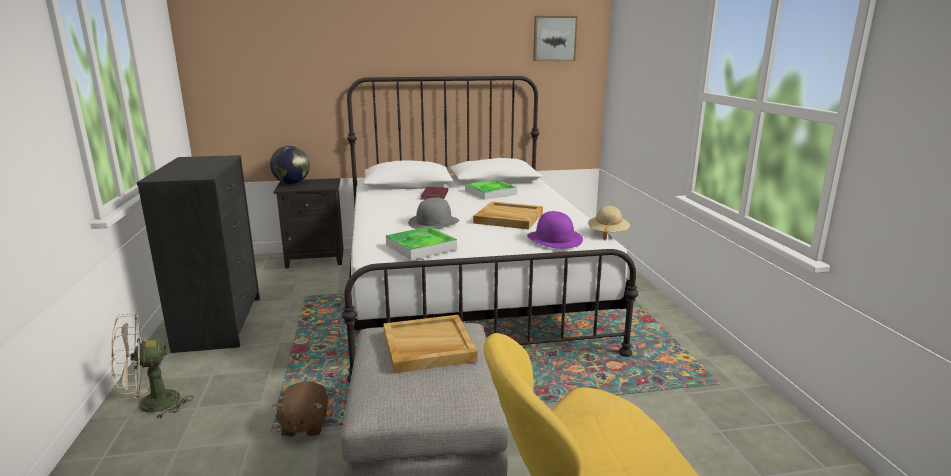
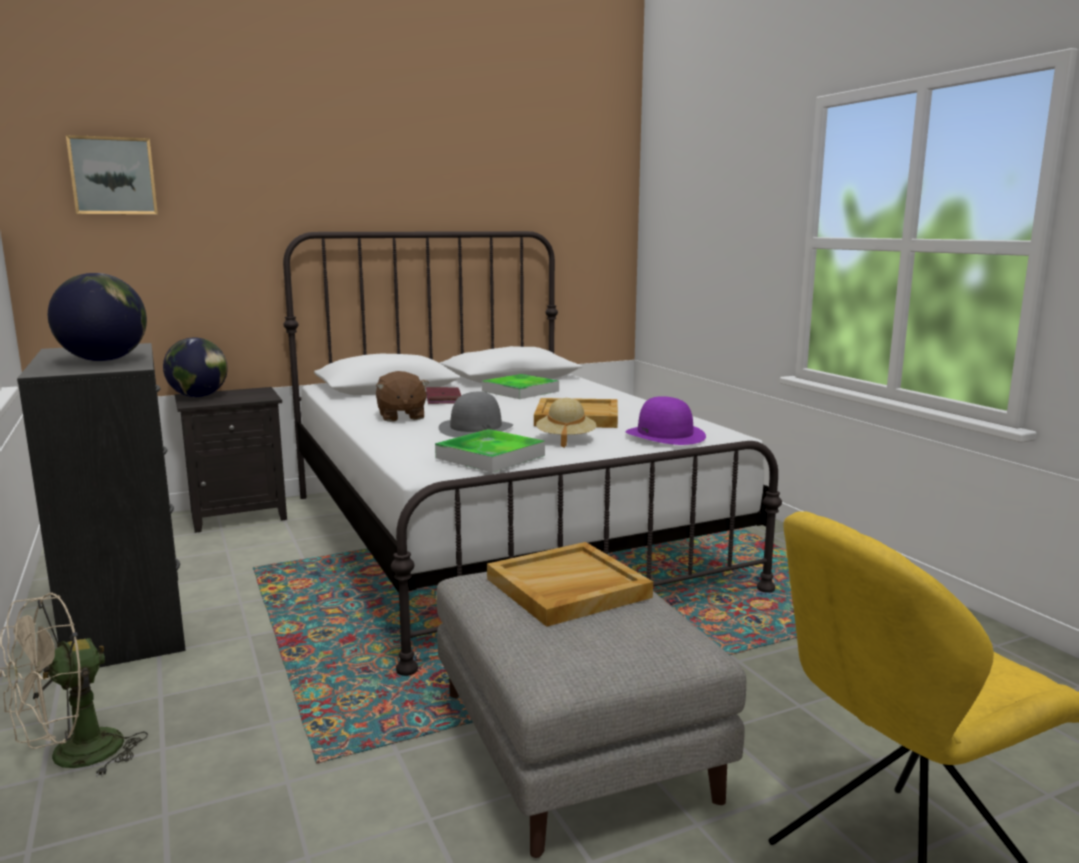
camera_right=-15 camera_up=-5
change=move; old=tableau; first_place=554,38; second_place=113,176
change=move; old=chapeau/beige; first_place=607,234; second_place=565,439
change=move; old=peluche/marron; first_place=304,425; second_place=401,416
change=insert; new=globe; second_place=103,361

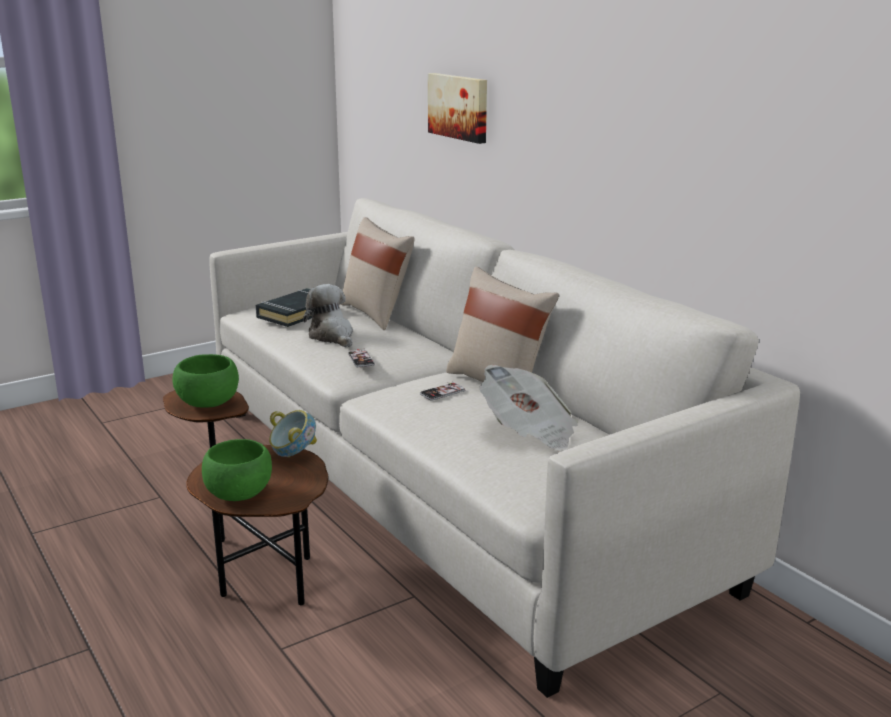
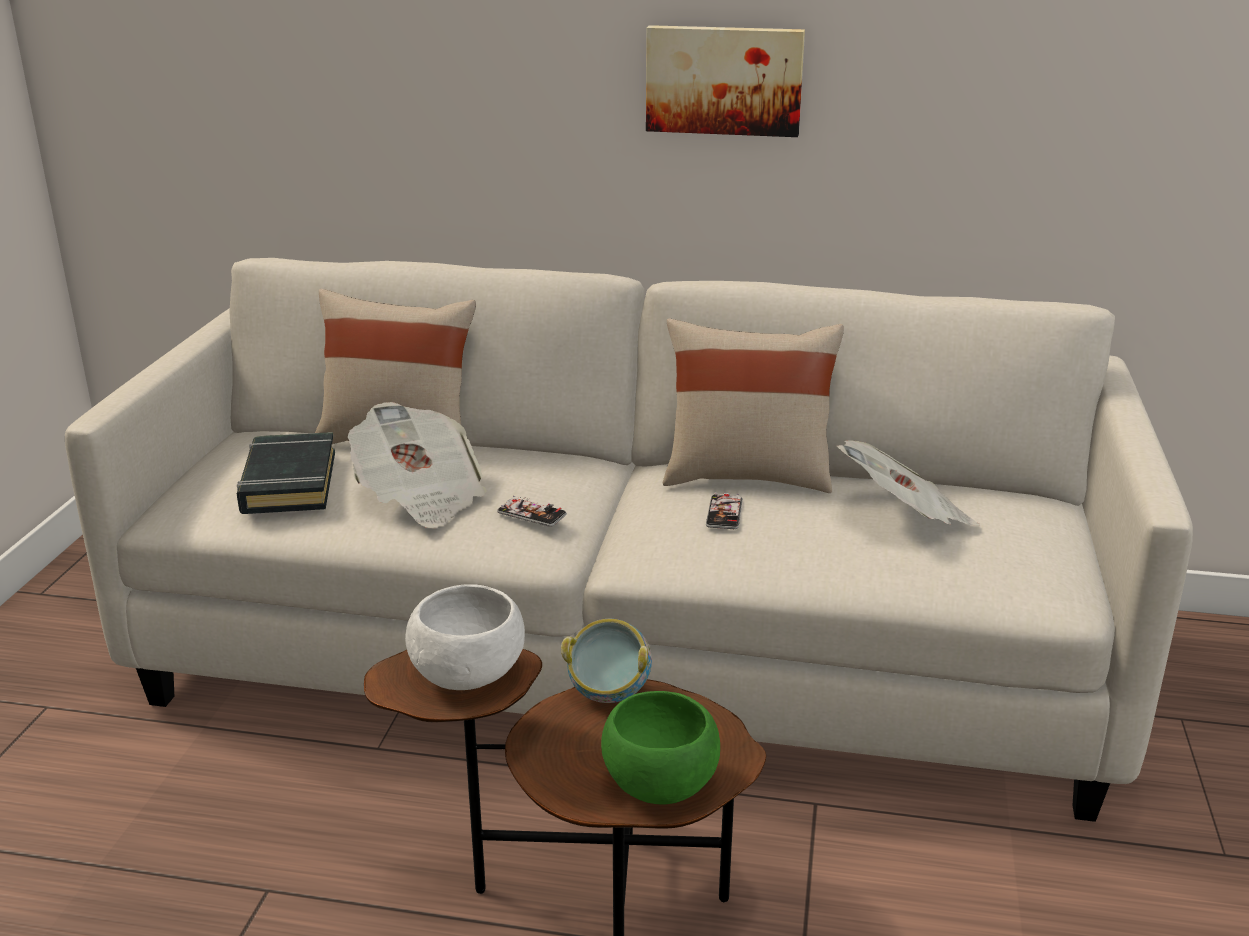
camera_right=-45 camera_up=5
change=move; old=tableau; first_place=459,107; second_place=724,80
change=replace; old=peluche; new=journal; first_place=332,336; second_place=420,497
change=recolor; old=bol/vert; new=bol/blanc; first_place=208,404; second_place=467,676

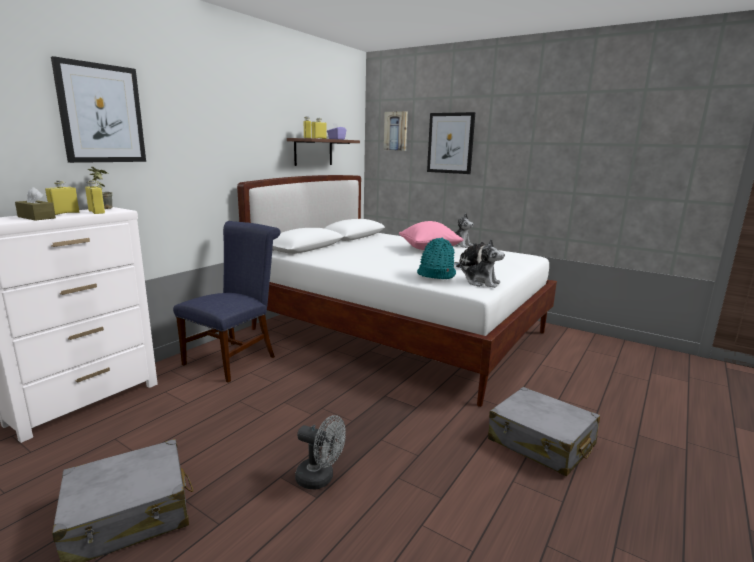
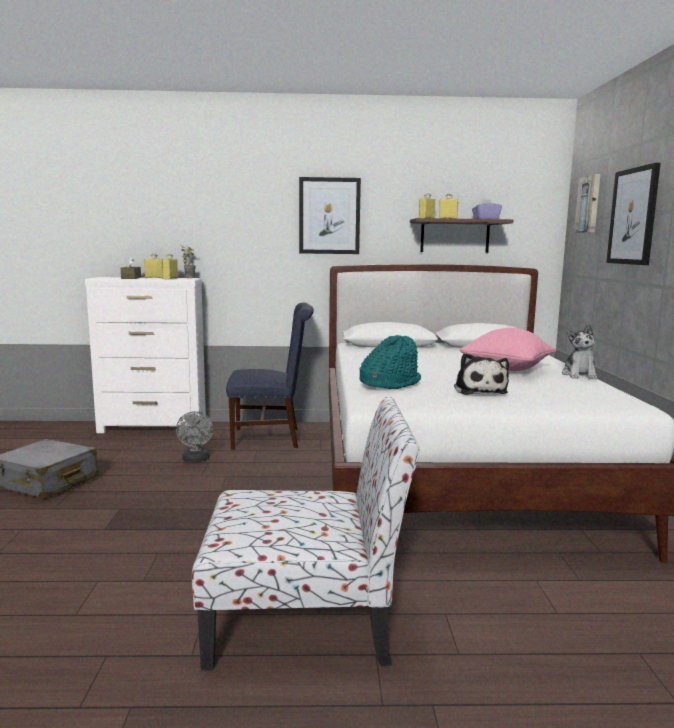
camera_right=55 camera_up=-5
change=move; old=tableau; first_place=101,114; second_place=329,216
change=delete; old=peluche; first_place=481,283
change=replace; old=valise/gris; new=chaise; first_place=541,443; second_place=305,619
change=move; old=ventilateur/gris; first_place=320,479; second_place=196,460

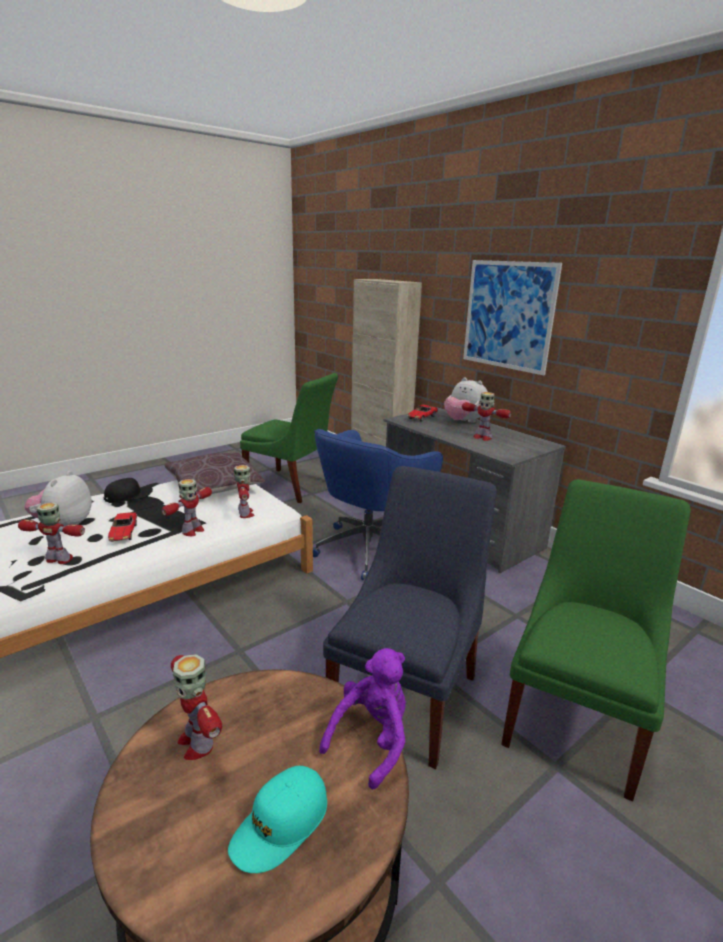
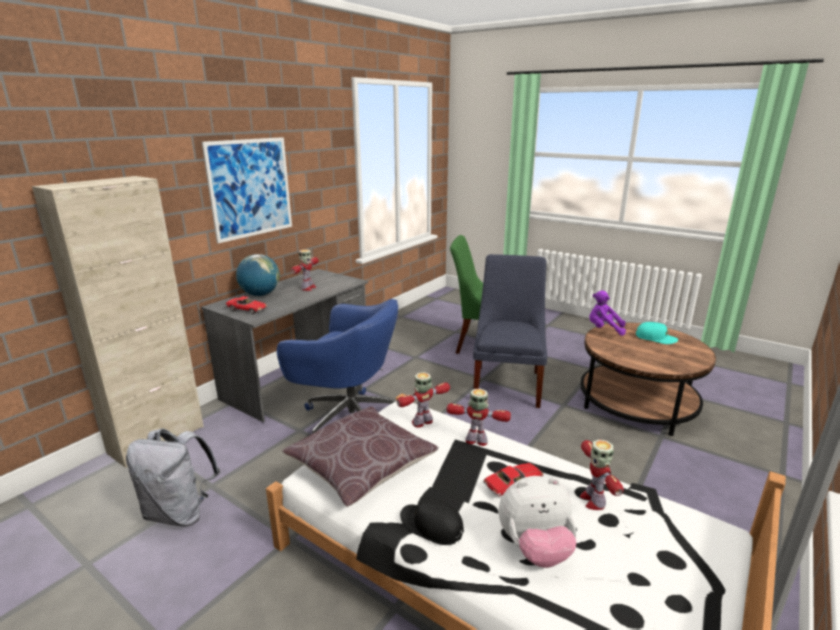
camera_right=-105 camera_up=0
change=replace; old=chaise/vert; new=sac à dos/gris; first_place=291,486; second_place=180,512
change=replace; old=peluche; new=globe; first_place=464,422; second_place=260,295
change=rotate; old=chaise/bleu; first_place=408,693; second_place=507,384; degrees=90
change=delete; old=robot jouet; first_place=196,742

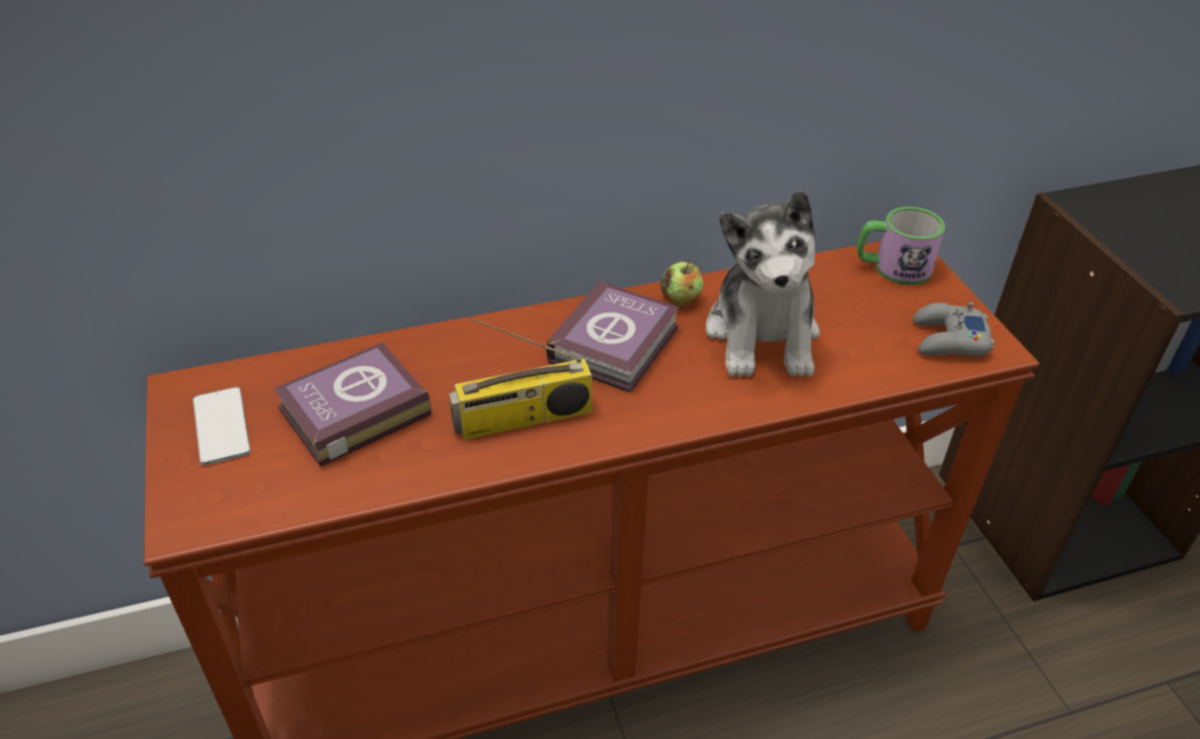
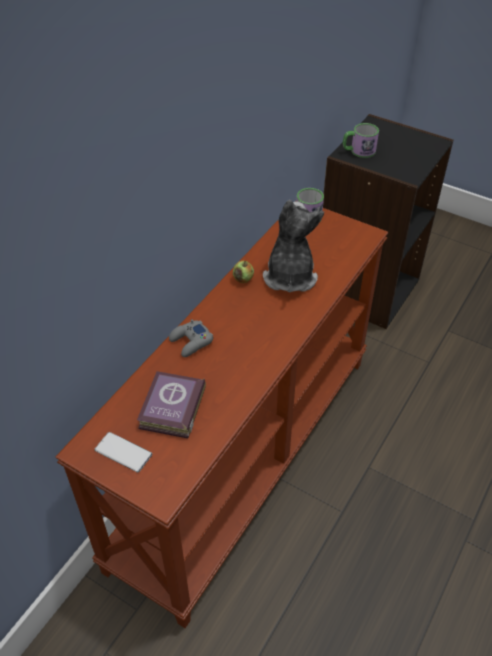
camera_right=-40 camera_up=5
change=rotate; old=peluche; first_place=763,335; second_place=289,276; degrees=-135
change=delete; old=livre; first_place=617,343
change=move; old=manette/gris; first_place=948,340; second_place=191,342
change=delete; old=radio; first_place=522,419
change=insert; new=mug; second_place=358,151

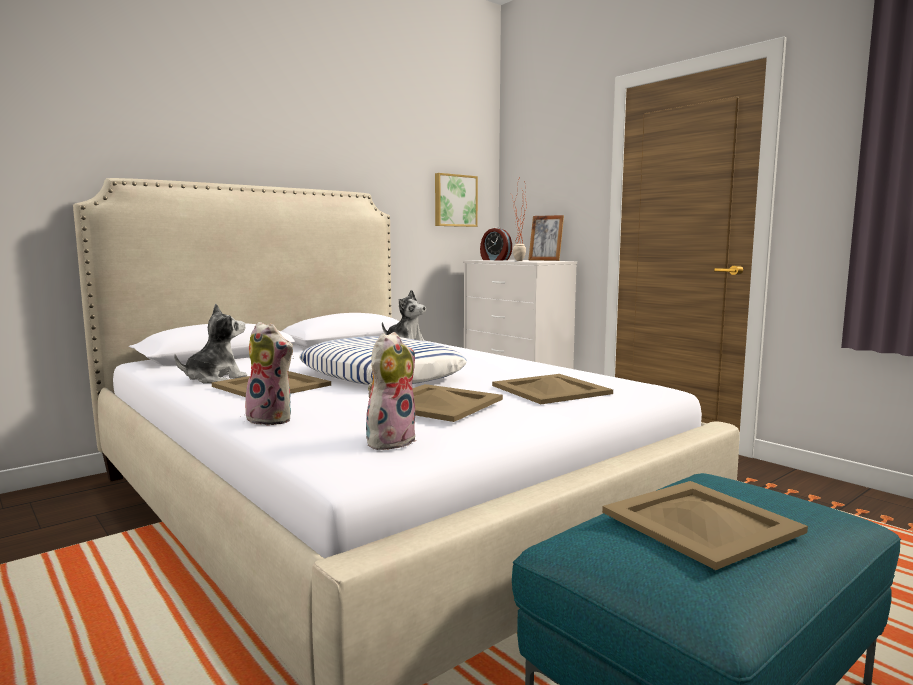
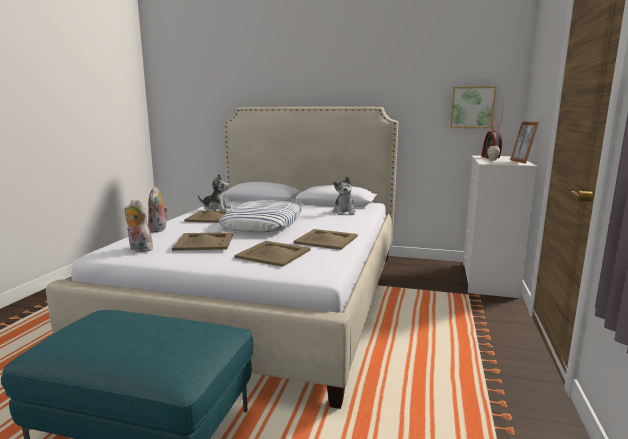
camera_right=55 camera_up=5
change=rotate; old=peluche; first_place=390,441; second_place=139,249; degrees=-150
change=move; old=plateau/beige; first_place=700,521; second_place=327,239

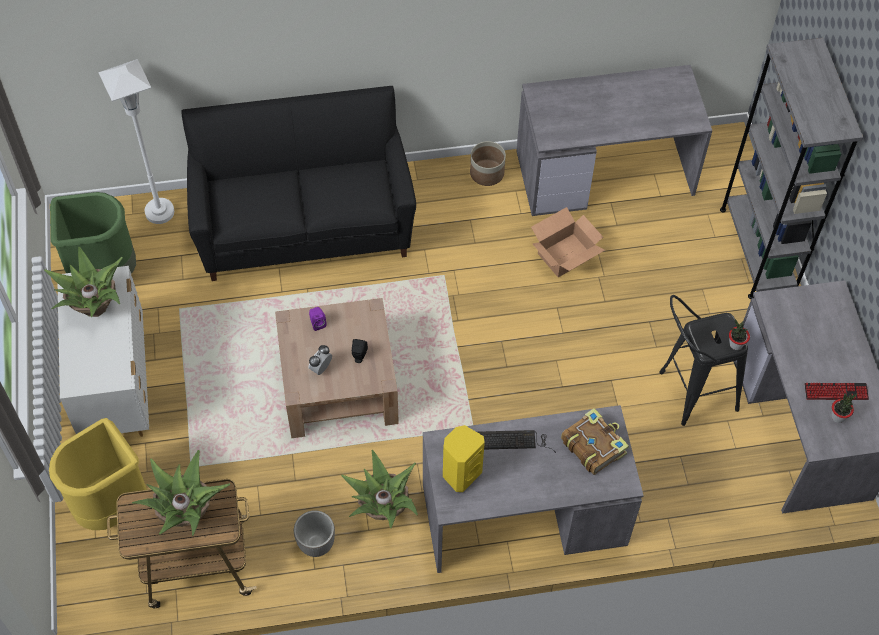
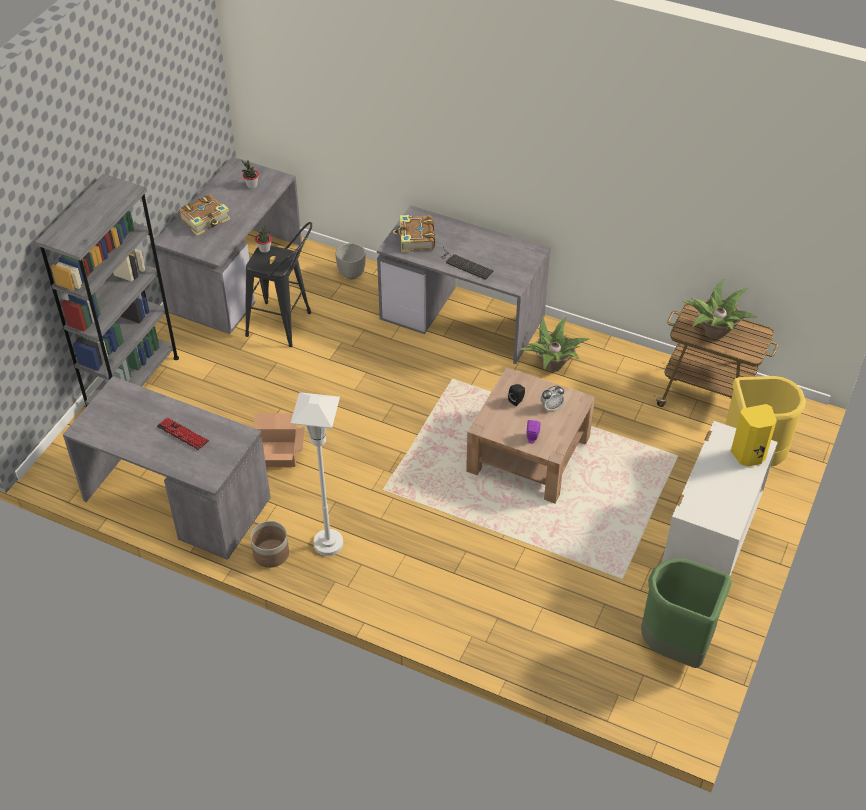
camera_right=-145 camera_up=-10
change=move; old=lampadaire/blanc; first_place=160,212; second_place=328,543
change=delete; old=canapé/noir; first_place=304,225
change=delete; old=plante en pot; first_place=94,305
change=move; old=clavier; first_place=836,392; second_place=183,434
change=move; old=enceinte/jaune; first_place=460,473; second_place=748,456
change=move; old=cache-pot; first_place=316,544; second_place=351,274
change=insert; new=livre; second_place=206,220

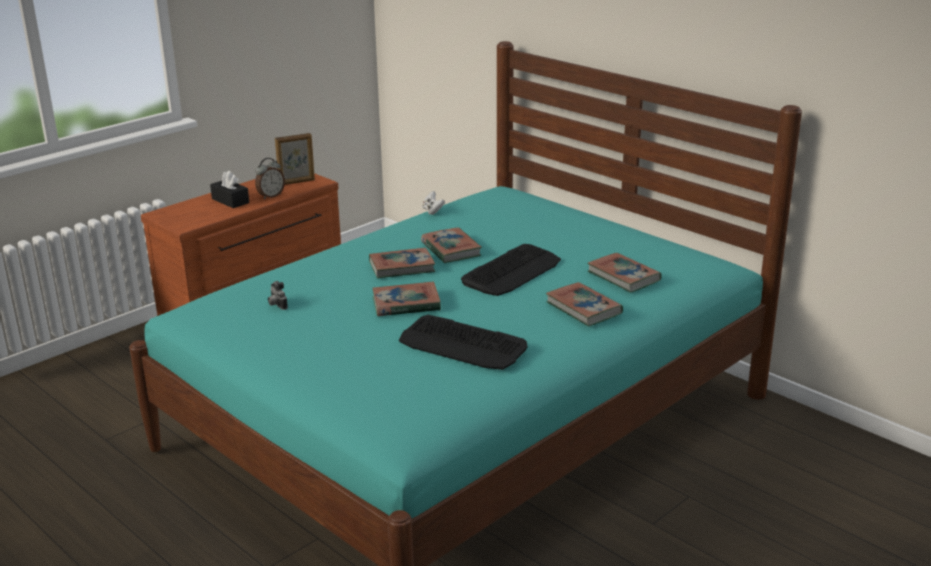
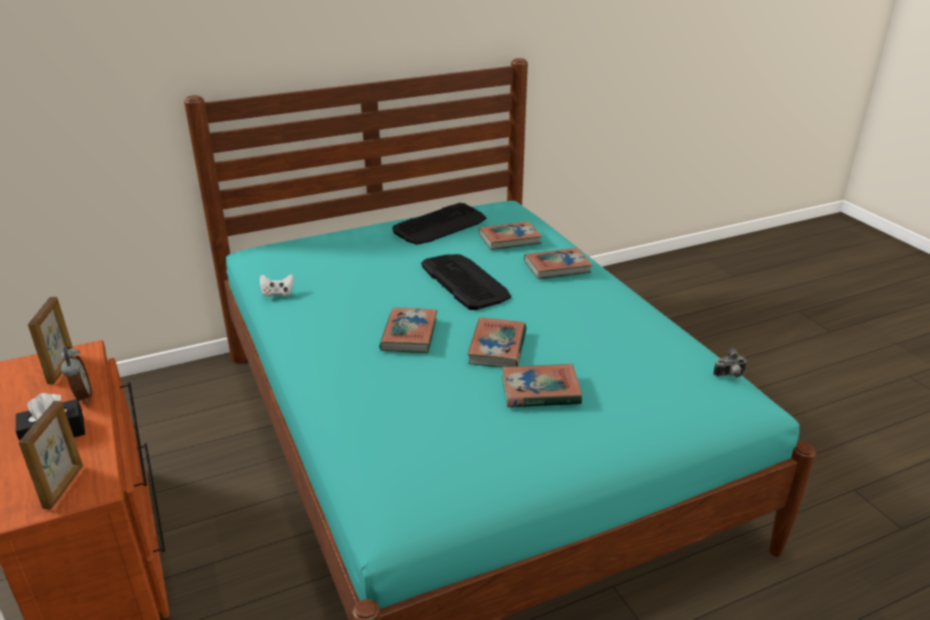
camera_right=-70 camera_up=5
change=move; old=livre; first_place=451,249; second_place=540,391
change=move; old=appareil photo; first_place=276,305; second_place=730,375
change=move; old=clavier; first_place=462,344; second_place=440,225
change=insert; new=cadre photo; second_place=64,486

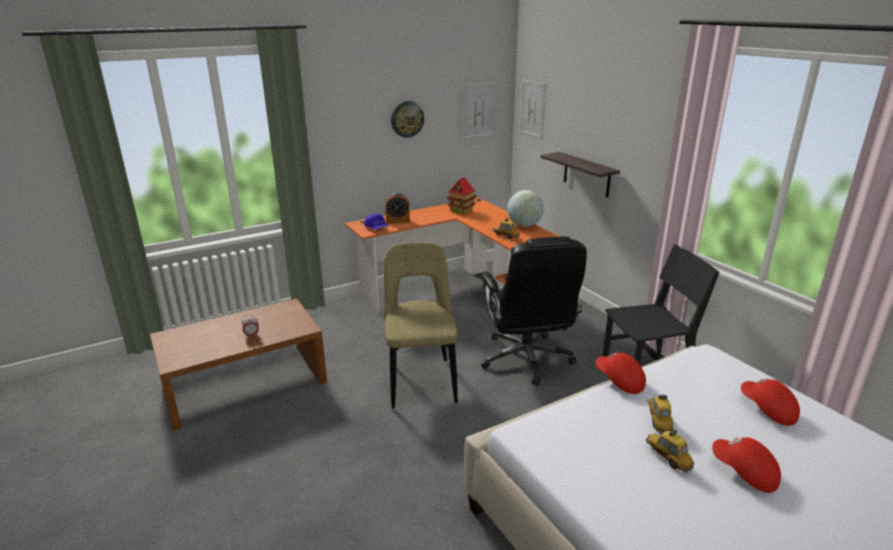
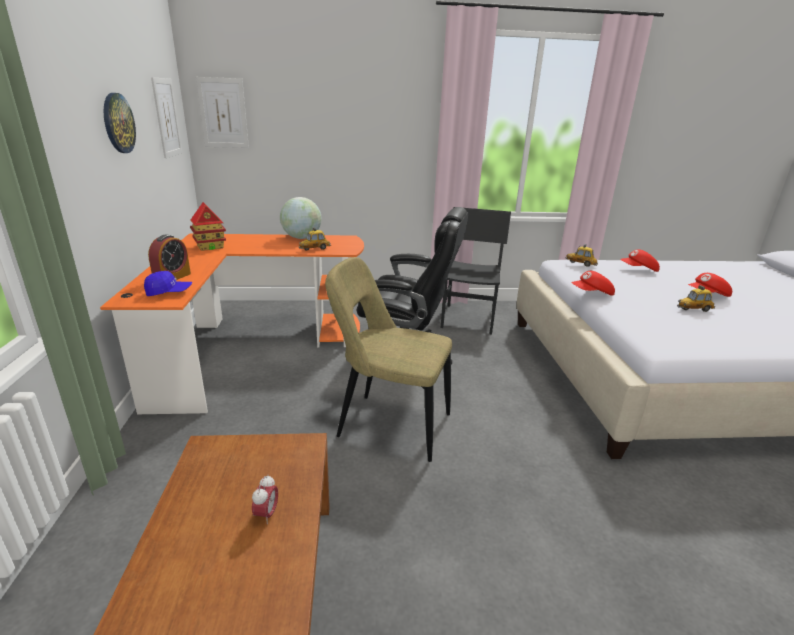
camera_right=-65 camera_up=0
change=delete; old=étagère; first_place=586,175
change=move; old=petite voiture; first_place=658,421; second_place=580,264

